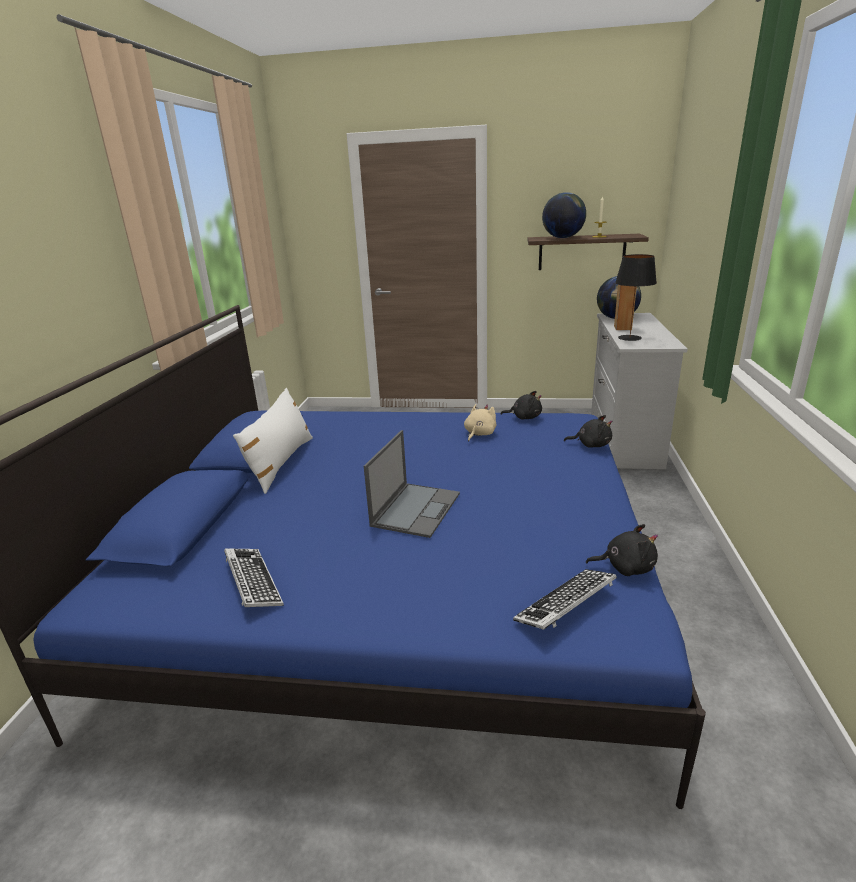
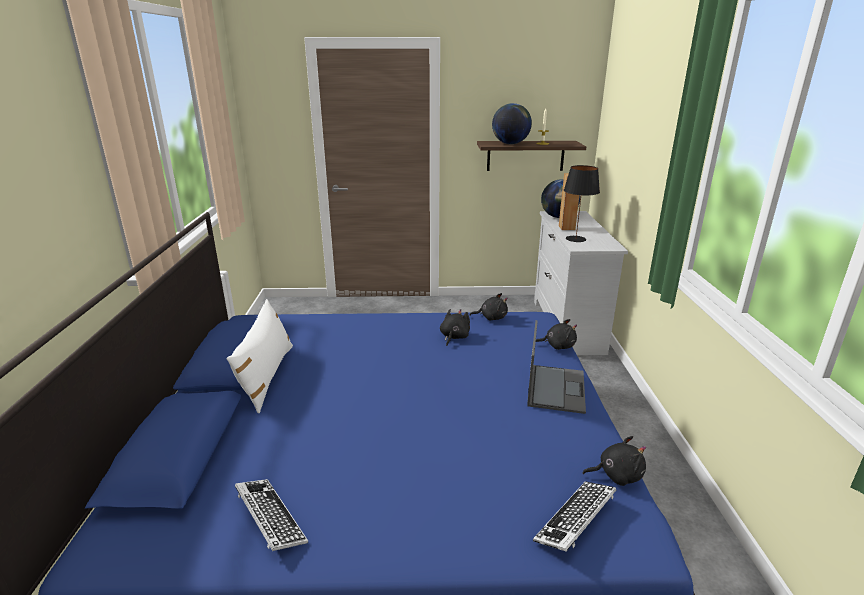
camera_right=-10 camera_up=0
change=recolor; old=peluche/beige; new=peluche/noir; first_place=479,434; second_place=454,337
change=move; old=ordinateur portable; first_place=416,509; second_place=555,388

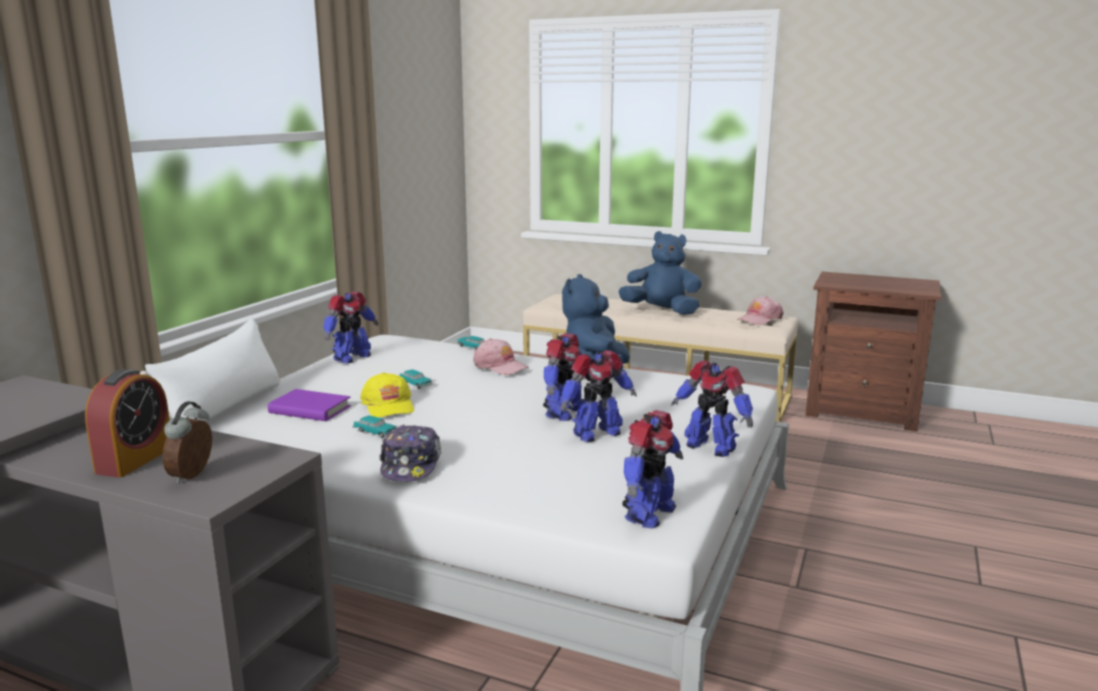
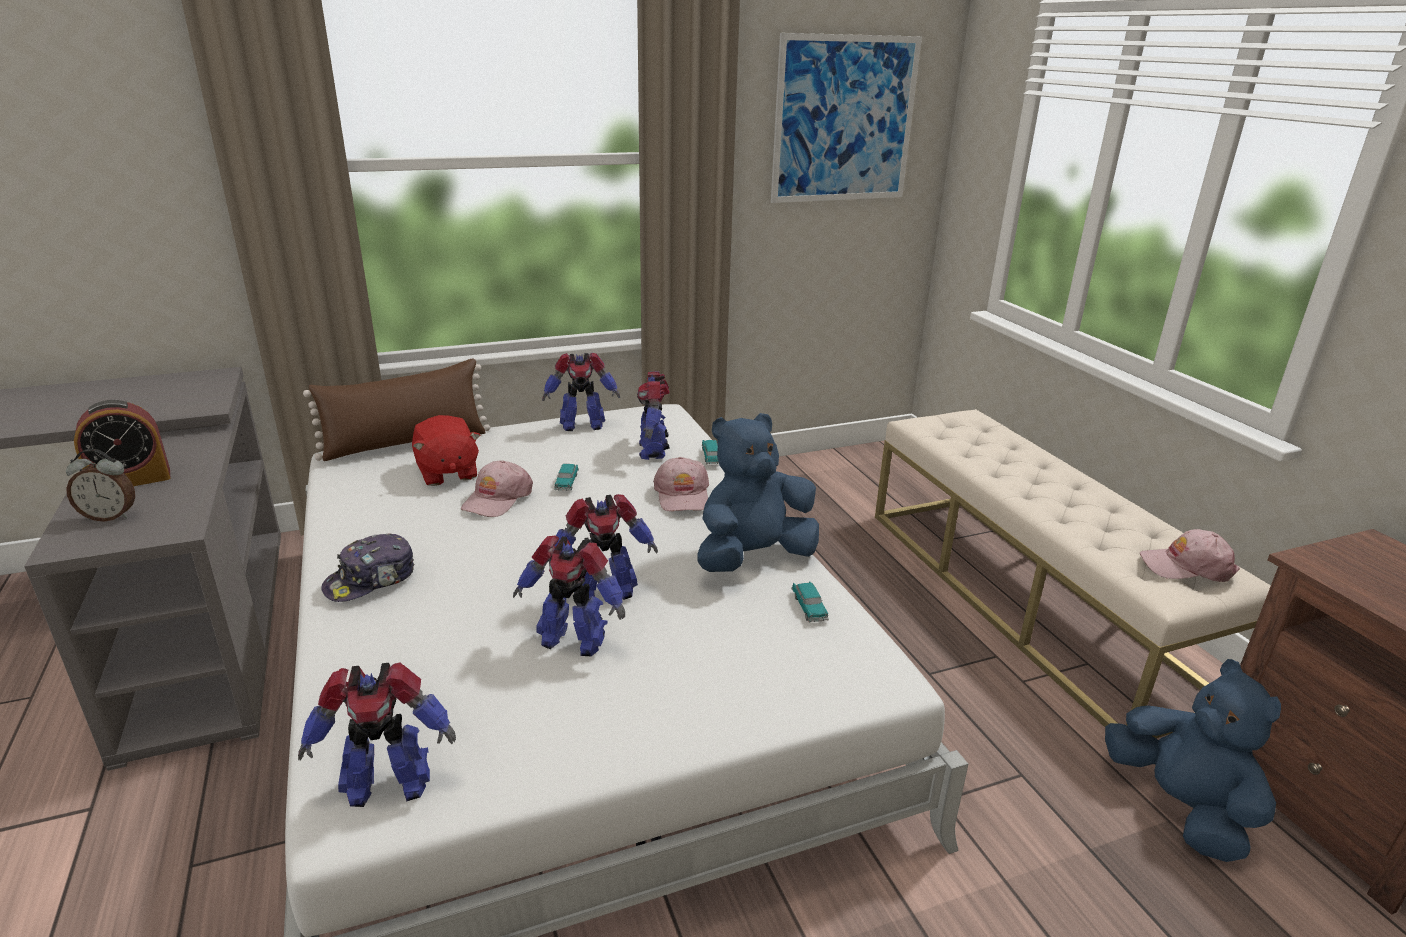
camera_right=45 camera_up=10
change=move; old=peluche/bleu; first_place=661,311; second_place=1180,806
change=recolor; old=coussin/blanc; new=coussin/marron; first_place=224,409; second_place=406,443
change=move; old=robot jouet; first_place=710,446; second_place=653,450
change=recolor; old=casquette/jaune; new=casquette/rose; first_place=388,406; second_place=497,498
change=replace; old=livre/violet; new=peluche/rouge; first_place=310,410; second_place=447,473
change=rotate; old=réveil; first_place=194,476; second_place=110,516; degrees=-150
change=move; old=petite voiture; first_place=375,432; second_place=809,607
change=insert; new=tableau; second_place=844,120

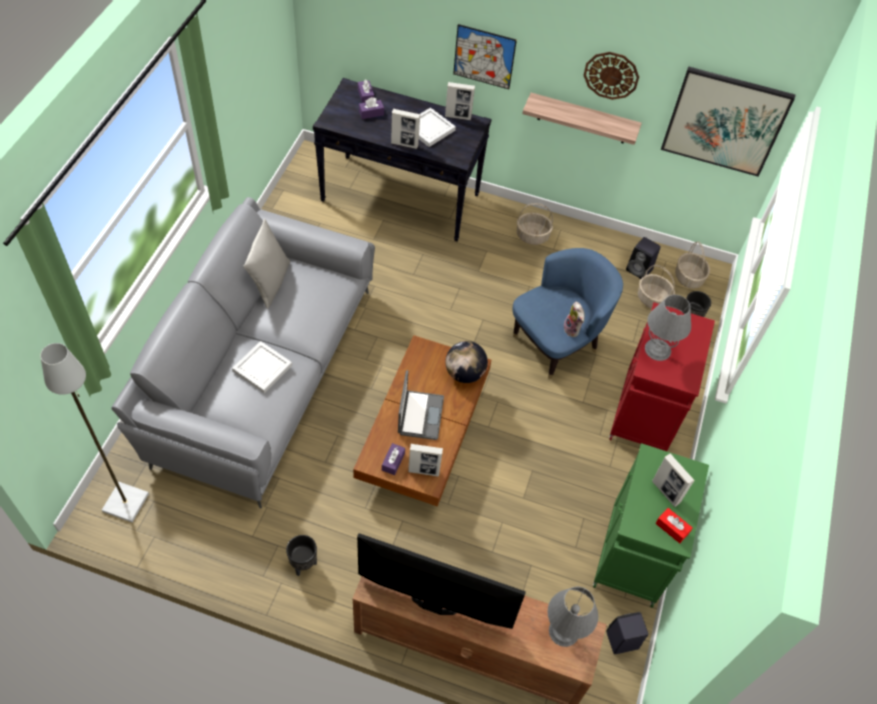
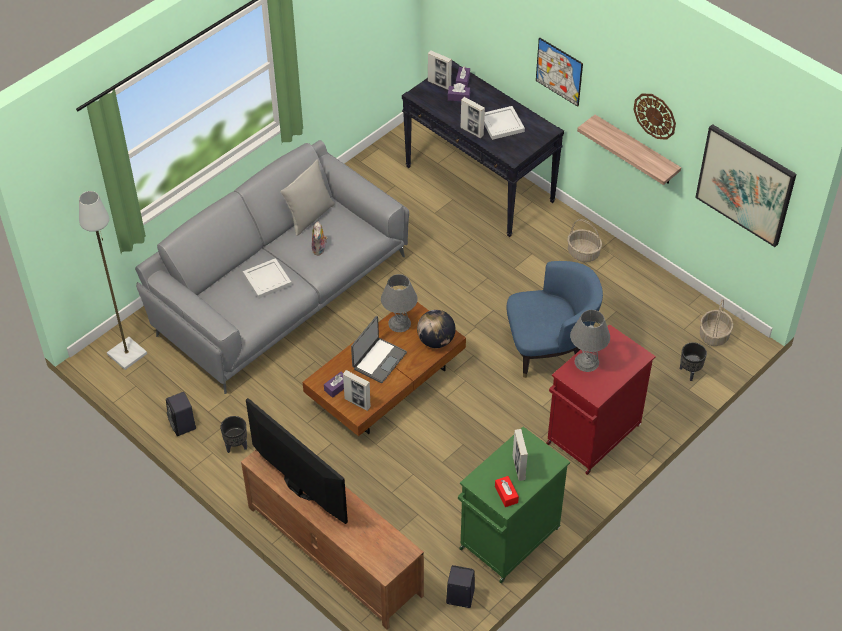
camera_right=30 camera_up=-5
change=move; old=cadre photo; first_place=458,117; second_place=439,84
change=move; old=enceinte/noir; first_place=640,270; second_place=183,425
change=delete; old=panier; first_place=653,299
change=move; old=peluche; first_place=573,329; second_place=320,249
change=move; old=lampe de table/gris; first_place=564,631; second_place=400,323

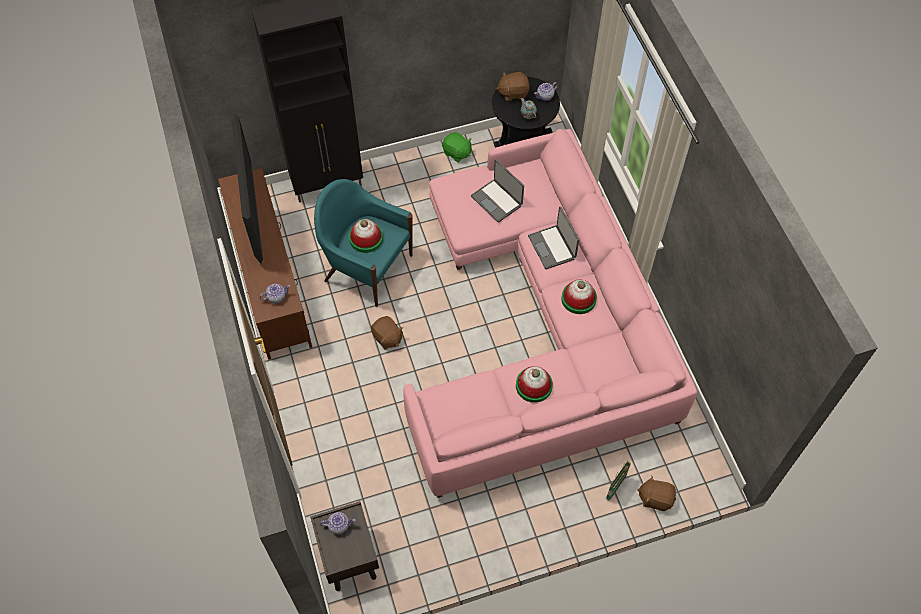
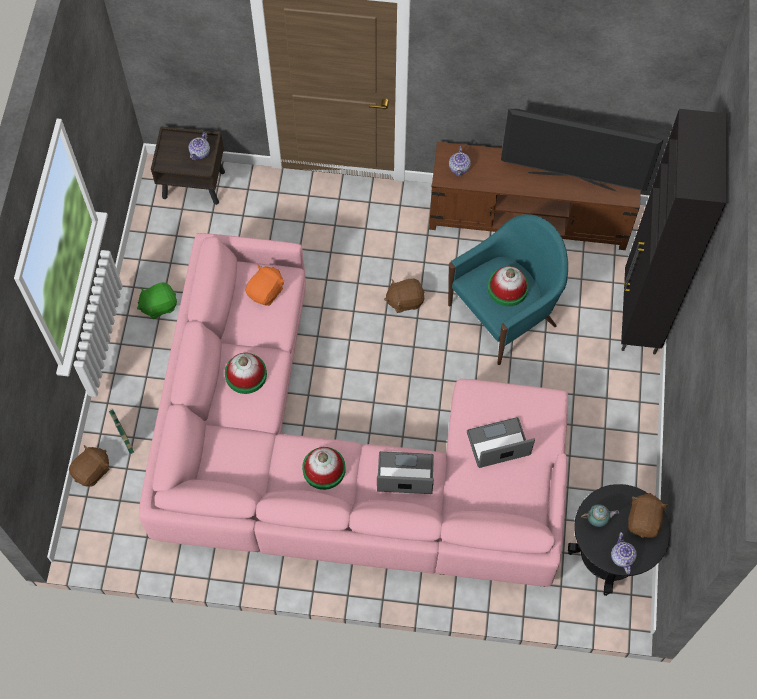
camera_right=115 camera_up=5
change=move; old=peluche/vert; first_place=457,153; second_place=159,305
change=insert; new=peluche/orange; second_place=266,292

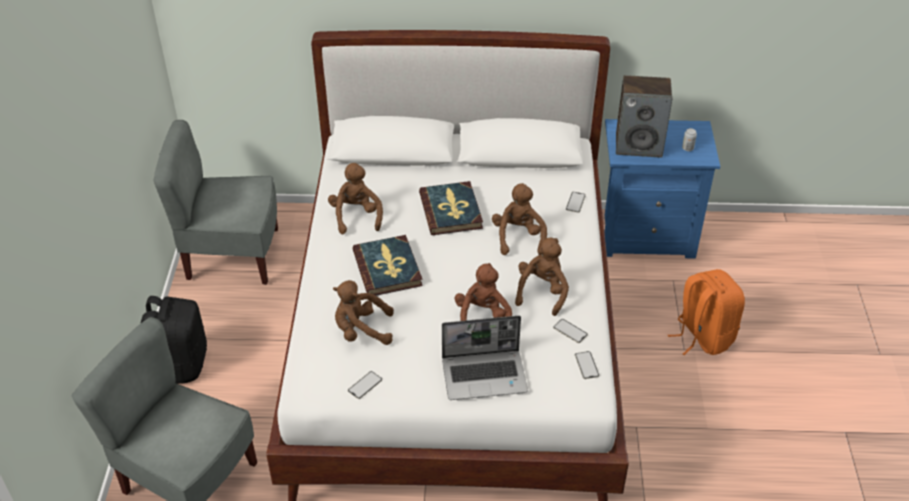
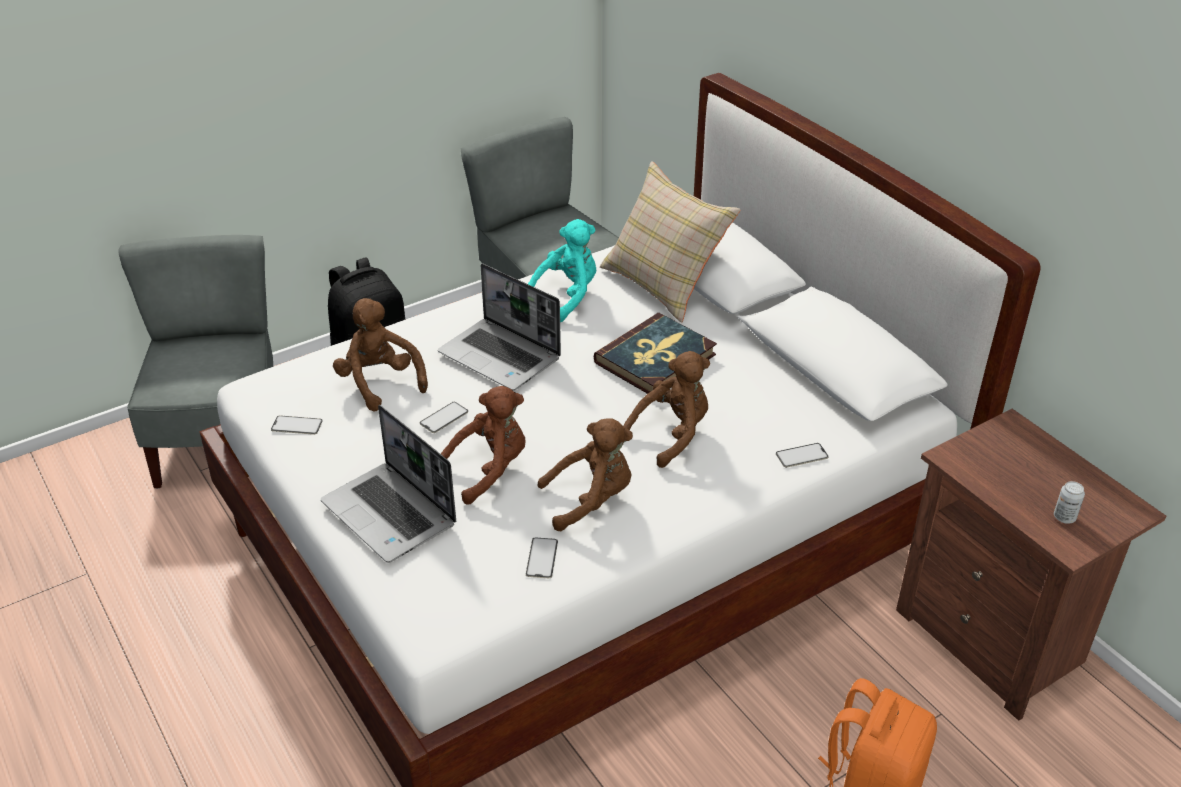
camera_right=55 camera_up=-5
change=delete; old=enceinte; first_place=639,145
change=recolor; old=table de chevet/bleu; new=table de chevet/marron; first_place=646,235; second_place=995,640
change=recolor; old=peluche/marron; new=peluche/turquoise; first_place=356,216; second_place=567,296
change=replace; old=livre; new=ordinateur portable; first_place=388,268; second_place=501,356
change=move; old=téléphone; first_place=586,365; second_place=444,417
change=insert; new=coussin/beige; second_place=664,283

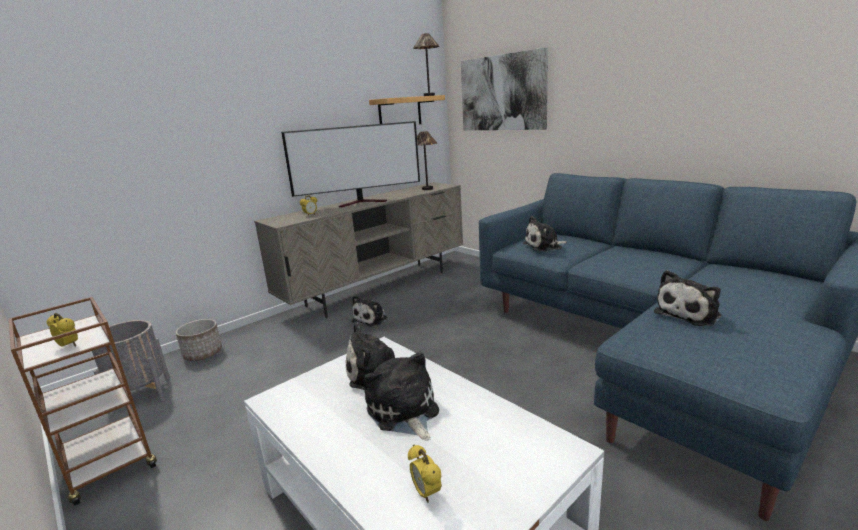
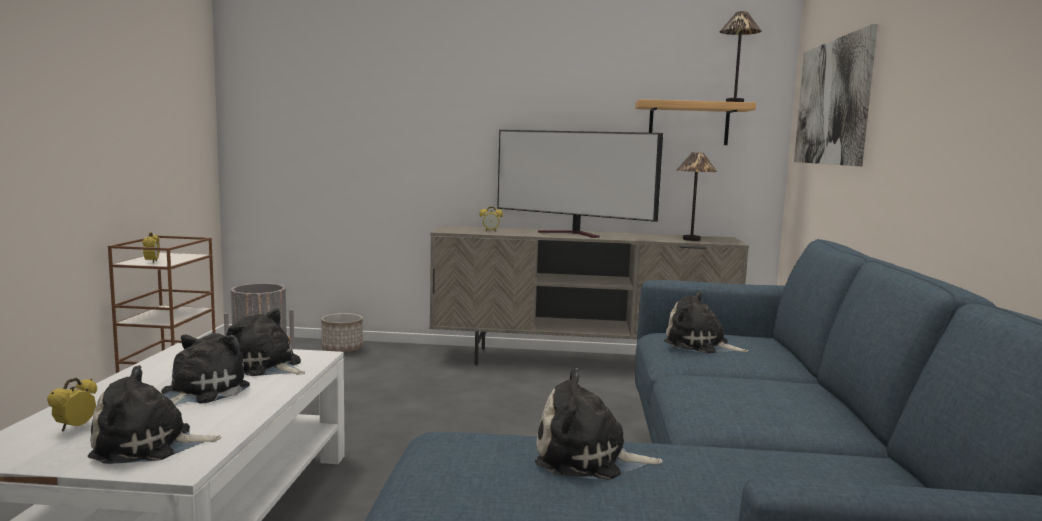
camera_right=45 camera_up=-10
change=move; old=peluche; first_place=372,319; second_place=149,445

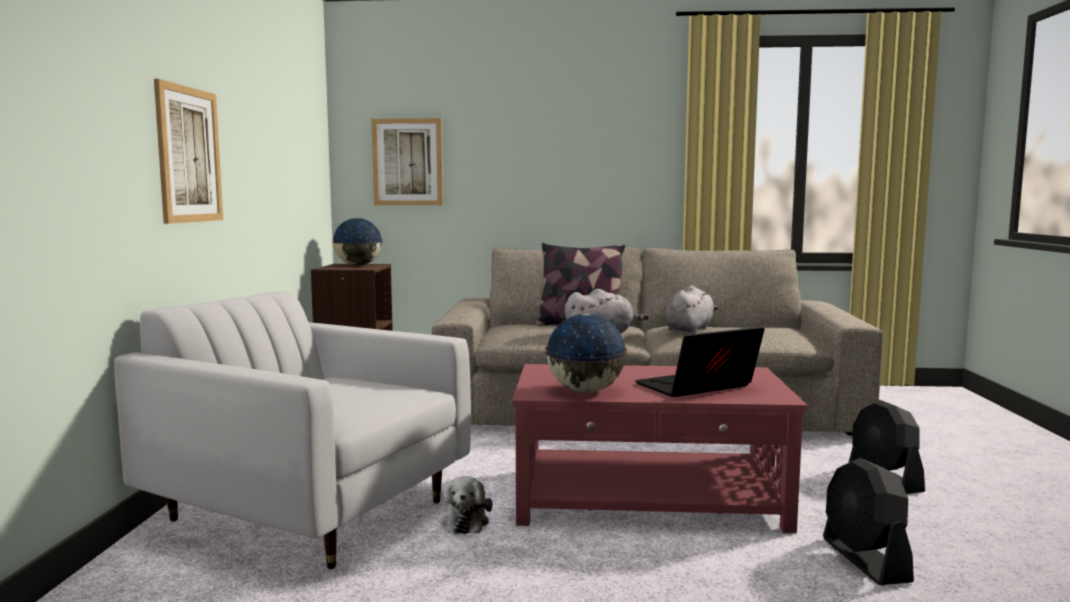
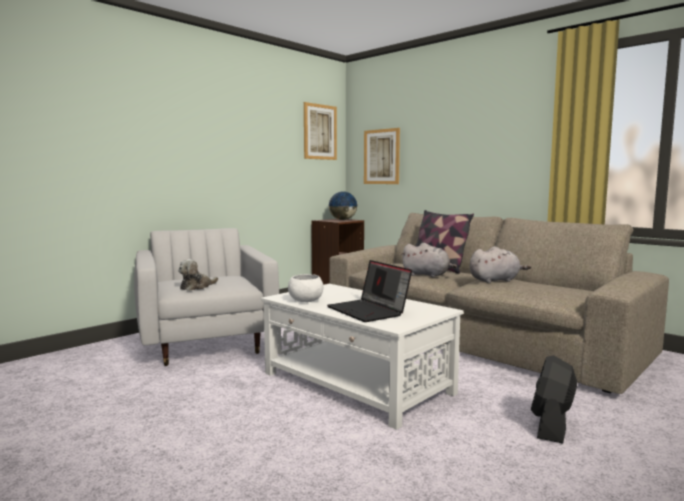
camera_right=40 camera_up=0
change=move; old=tableau; first_place=189,155; second_place=320,132
change=replace; old=globe; new=bol/blanc; first_place=585,391; second_place=305,300
change=rotate; old=ordinateur portable; first_place=696,387; second_place=369,311; degrees=-135
change=recolor; old=table basse/rouge; new=table basse/blanc; first_place=649,499; second_place=357,383
change=delete; old=ventilateur/noir; first_place=865,560
change=move; old=peluche; first_place=465,521; second_place=197,287

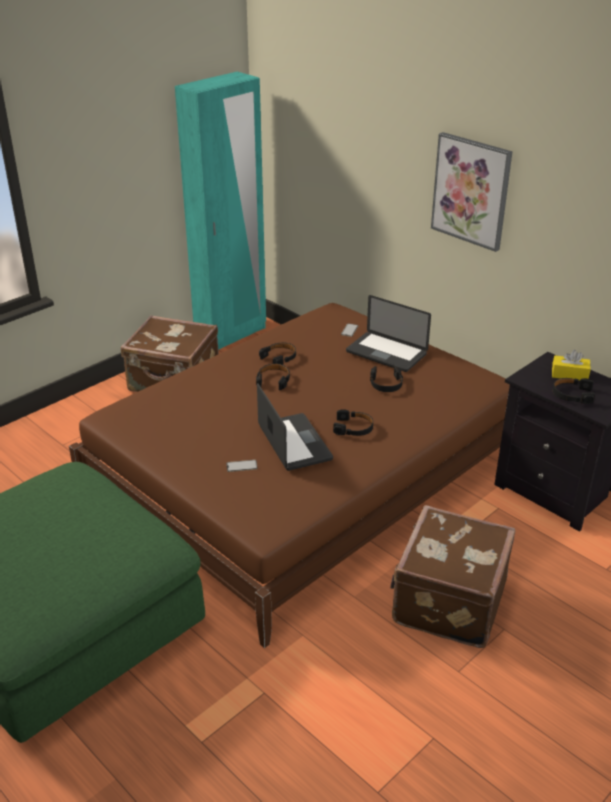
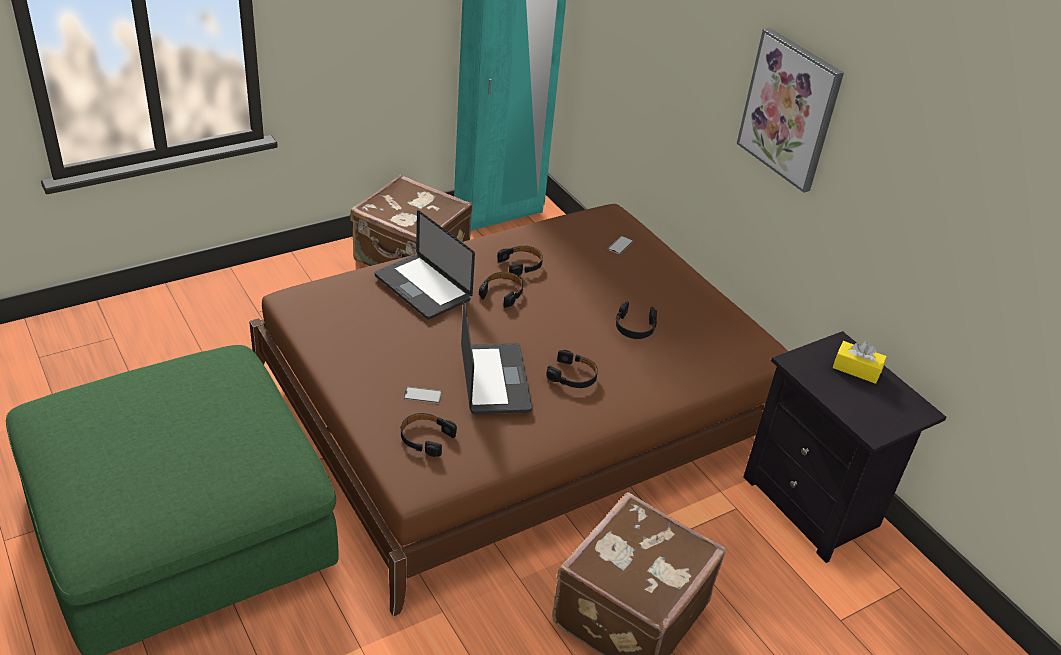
camera_right=10 camera_up=5
change=move; old=ordinateur portable; first_place=386,353; second_place=422,288
change=move; old=casque audio/noir; first_place=572,395; second_place=426,438

